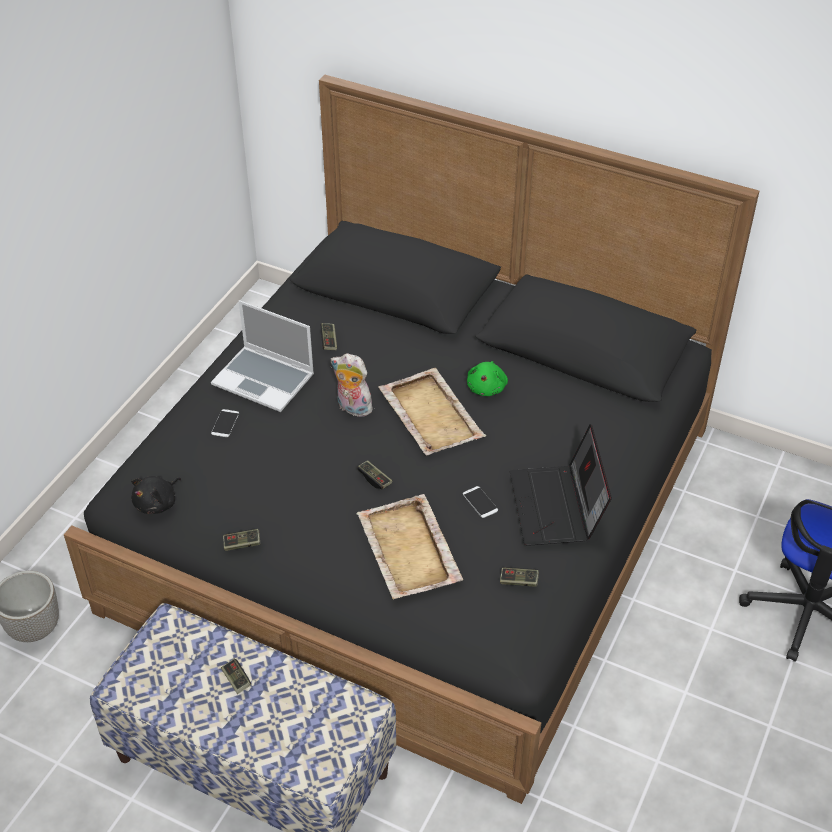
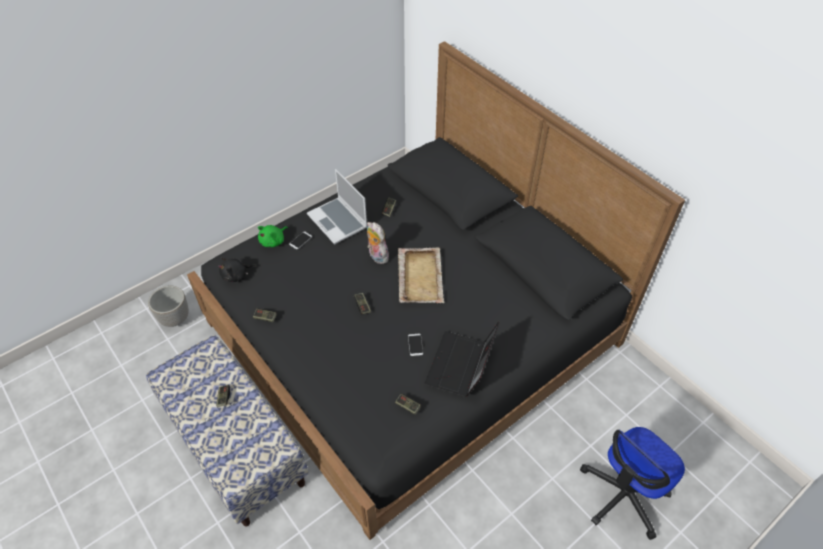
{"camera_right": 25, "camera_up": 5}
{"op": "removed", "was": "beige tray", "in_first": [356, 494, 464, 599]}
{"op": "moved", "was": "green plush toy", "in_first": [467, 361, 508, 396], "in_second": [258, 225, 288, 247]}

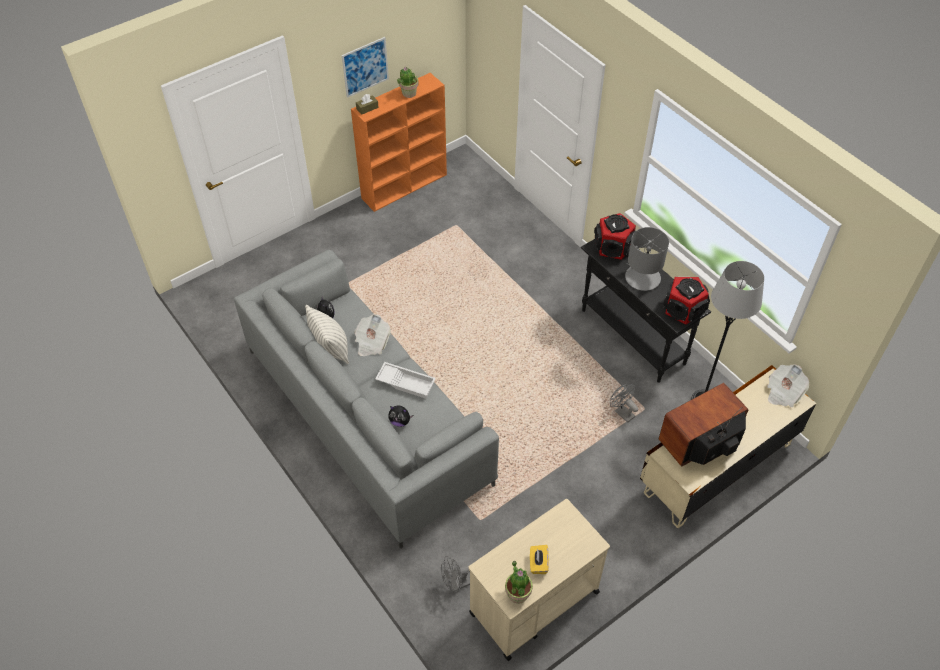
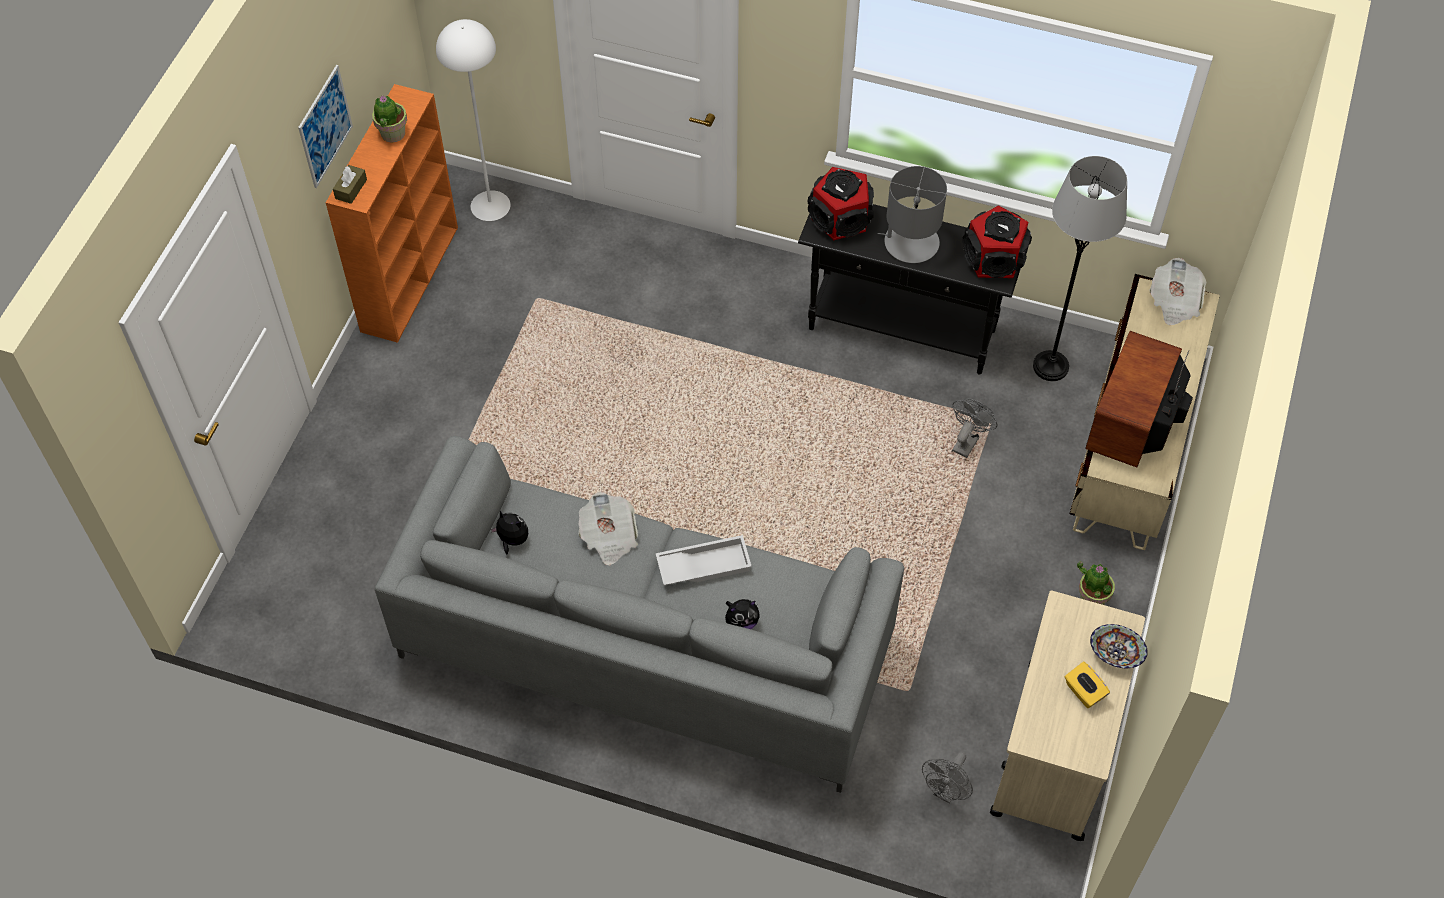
{"camera_right": -35, "camera_up": 5}
{"op": "removed", "was": "pillow", "in_first": [305, 305, 349, 364]}
{"op": "added", "now": "white floor lamp", "in_second": [436, 19, 511, 221]}
{"op": "added", "now": "bowl", "in_second": [1090, 624, 1148, 668]}
{"op": "moved", "was": "potted plant", "in_first": [505, 561, 533, 604], "in_second": [1077, 561, 1115, 605]}
{"op": "turned", "was": "grey fan", "in_first": [610, 384, 638, 423], "in_second": [952, 399, 998, 458], "clockwise": 105}

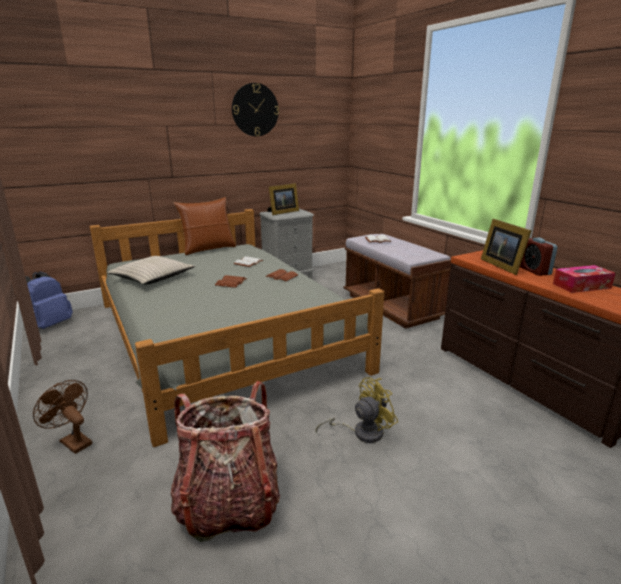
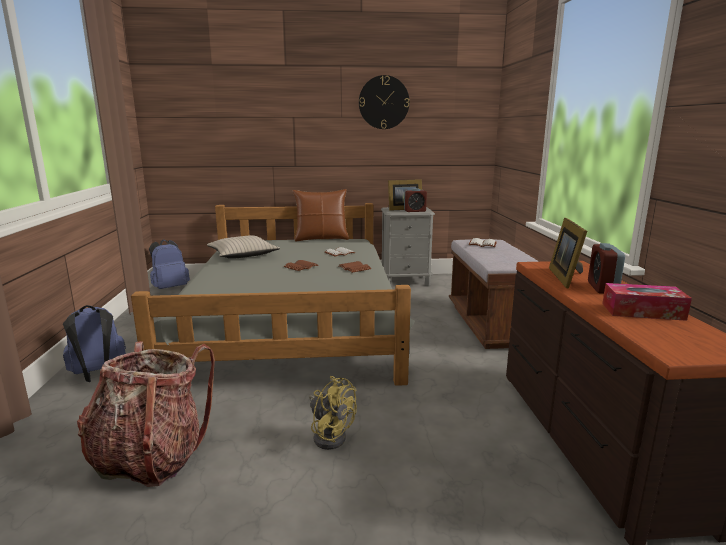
{"camera_right": 25, "camera_up": -5}
{"op": "added", "now": "alarm clock", "in_second": [404, 188, 427, 212]}
{"op": "replaced", "was": "brown fan", "now": "blue backpack", "in_first": [33, 380, 92, 454], "in_second": [63, 305, 126, 382]}
{"op": "turned", "was": "yellow fan", "in_first": [316, 377, 398, 443], "in_second": [309, 376, 357, 450], "clockwise": 45}

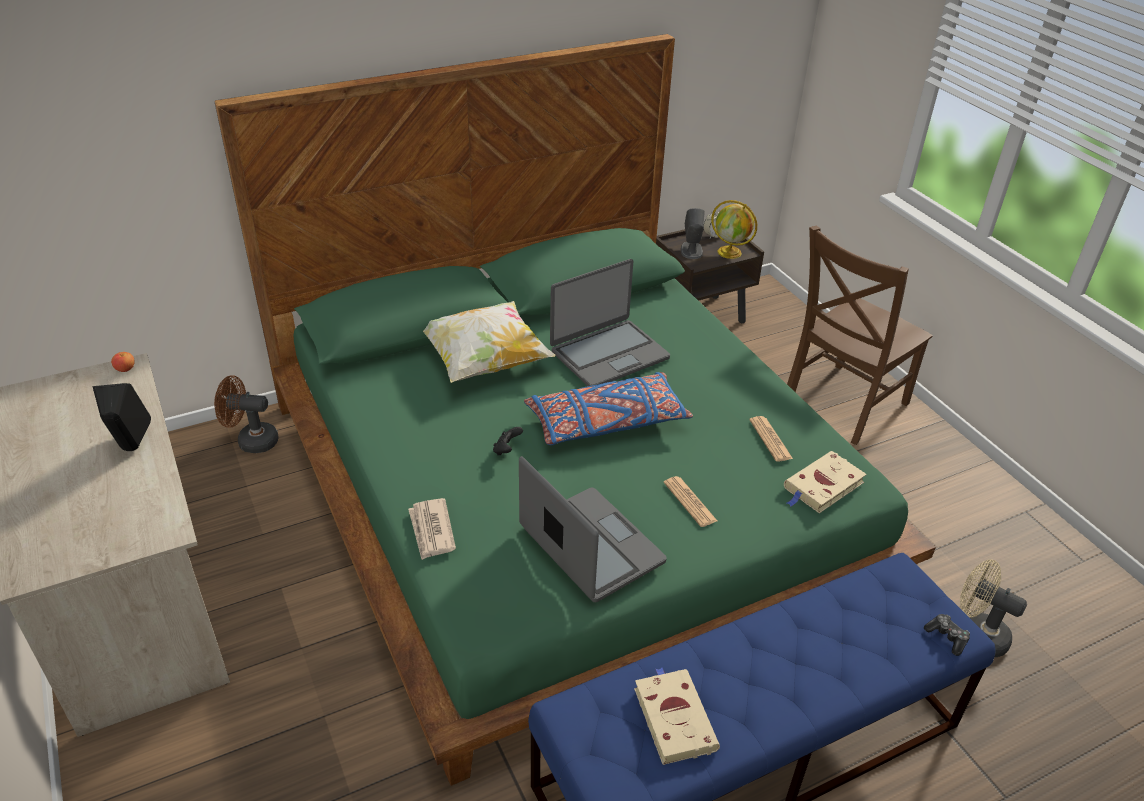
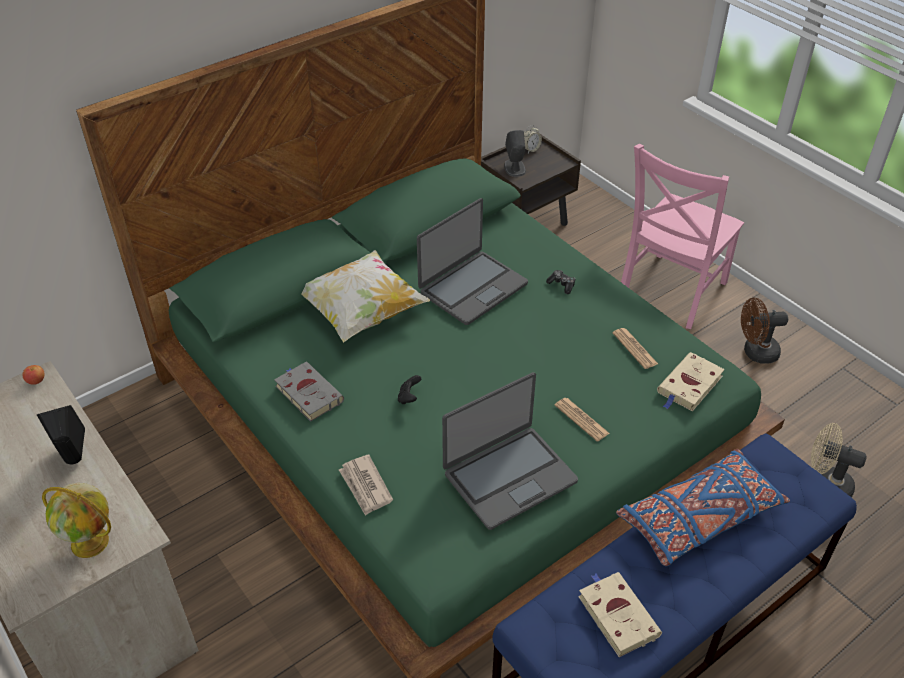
{"camera_right": -10, "camera_up": 5}
{"op": "added", "now": "grey book", "in_second": [274, 362, 344, 422]}
{"op": "moved", "was": "brown fan", "in_first": [214, 375, 279, 453], "in_second": [741, 298, 788, 364]}
{"op": "moved", "was": "blue pillow", "in_first": [524, 372, 693, 445], "in_second": [616, 449, 790, 566]}
{"op": "moved", "was": "globe", "in_first": [711, 200, 757, 259], "in_second": [42, 483, 111, 558]}
{"op": "moved", "was": "game controller", "in_first": [924, 614, 970, 656], "in_second": [546, 270, 575, 294]}
{"op": "recoloured", "was": "brown chair", "now": "pink chair", "in_first": [787, 225, 933, 445], "in_second": [621, 144, 744, 329]}
{"op": "turned", "was": "laptop", "in_first": [519, 456, 667, 602], "in_second": [442, 372, 578, 530], "clockwise": 105}

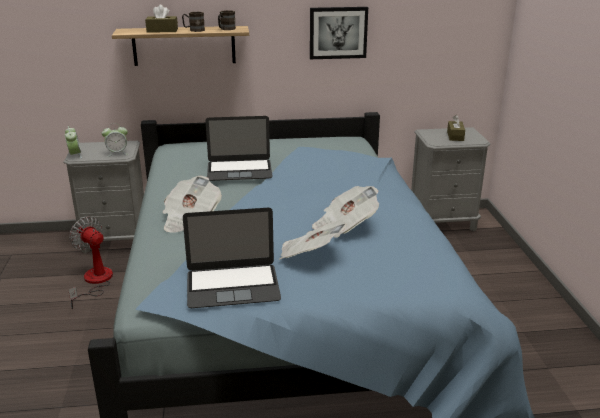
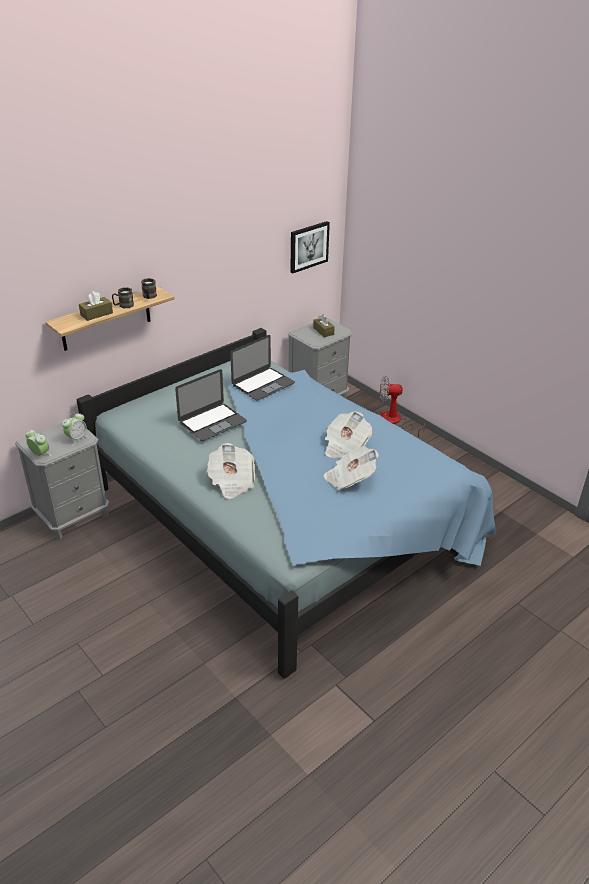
{"camera_right": -35, "camera_up": 10}
{"op": "moved", "was": "fan", "in_first": [69, 216, 113, 309], "in_second": [380, 376, 425, 438]}
{"op": "moved", "was": "laptop", "in_first": [183, 208, 281, 308], "in_second": [230, 335, 295, 401]}
{"op": "moved", "was": "picture", "in_first": [310, 7, 368, 59], "in_second": [290, 221, 330, 273]}

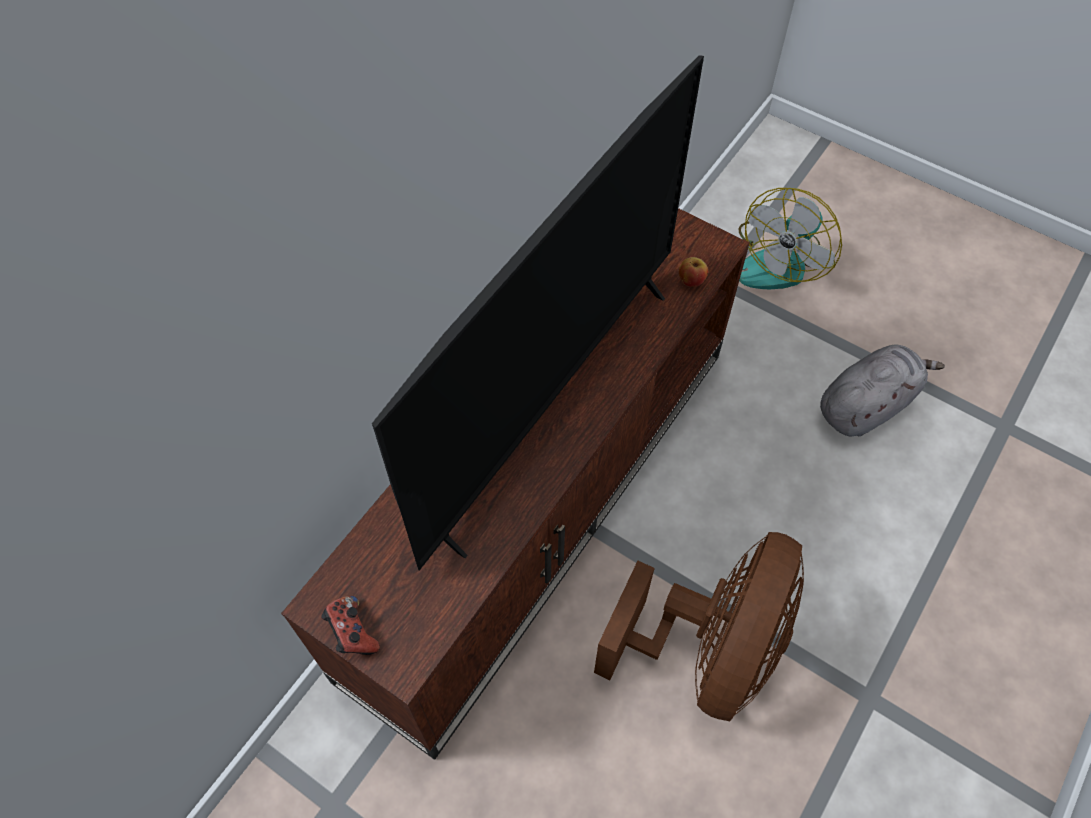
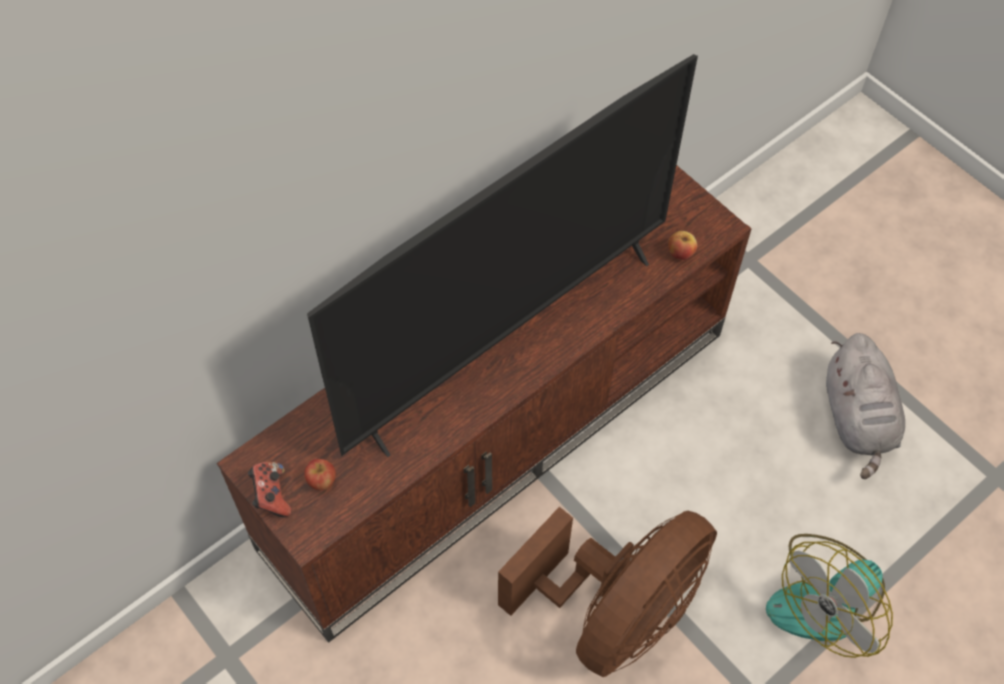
{"camera_right": 15, "camera_up": 0}
{"op": "added", "now": "apple", "in_second": [304, 459, 336, 490]}
{"op": "moved", "was": "fan", "in_first": [738, 188, 842, 289], "in_second": [766, 534, 893, 658]}
{"op": "turned", "was": "grey plush toy", "in_first": [820, 344, 945, 436], "in_second": [826, 333, 905, 479], "clockwise": 105}

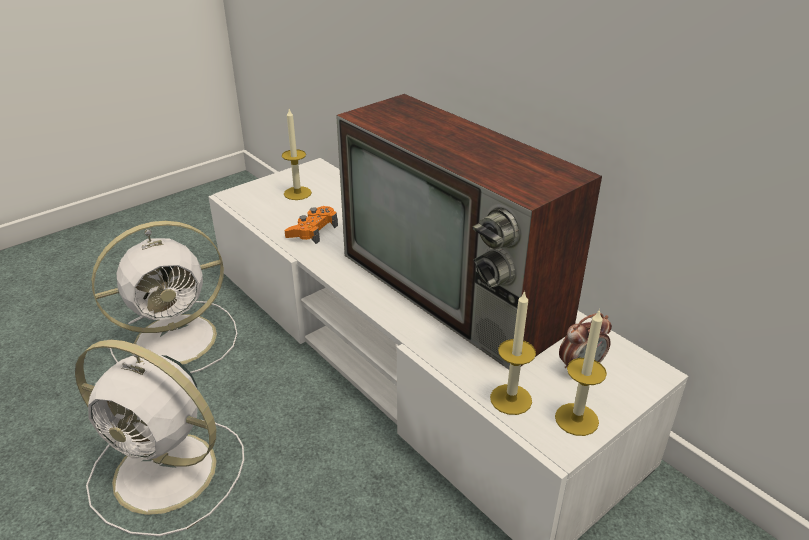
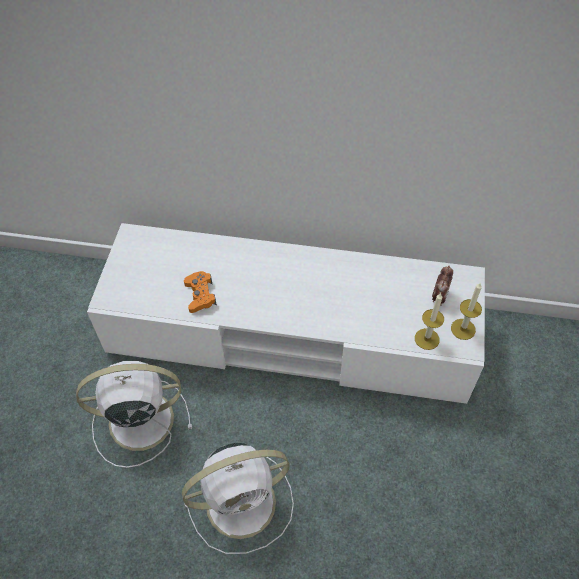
{"camera_right": -40, "camera_up": 20}
{"op": "removed", "was": "candle", "in_first": [282, 109, 312, 200]}
{"op": "removed", "was": "television", "in_first": [336, 94, 602, 370]}
{"op": "turned", "was": "white fan", "in_first": [91, 221, 237, 373], "in_second": [76, 361, 192, 468], "clockwise": -120}

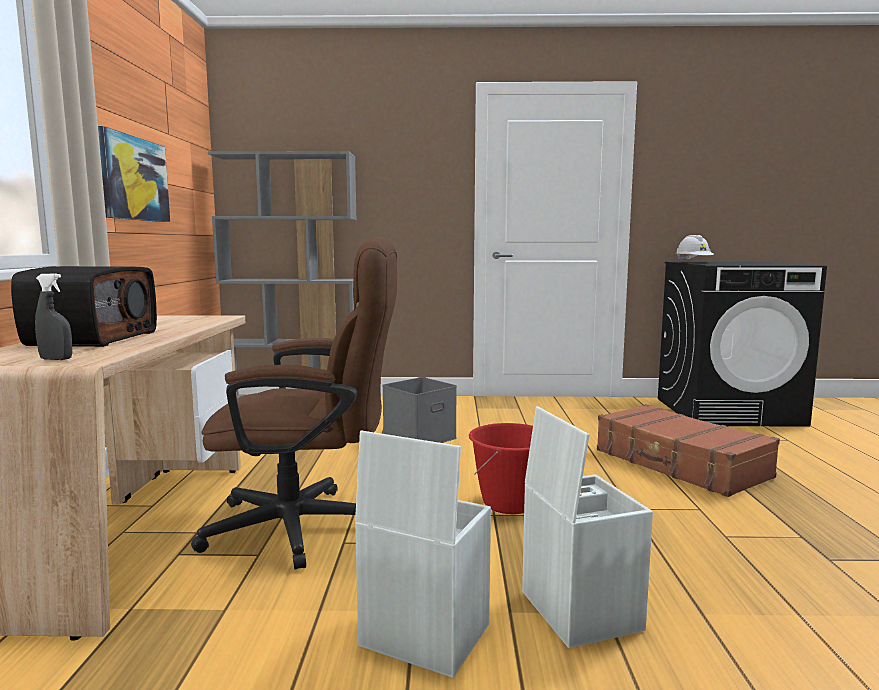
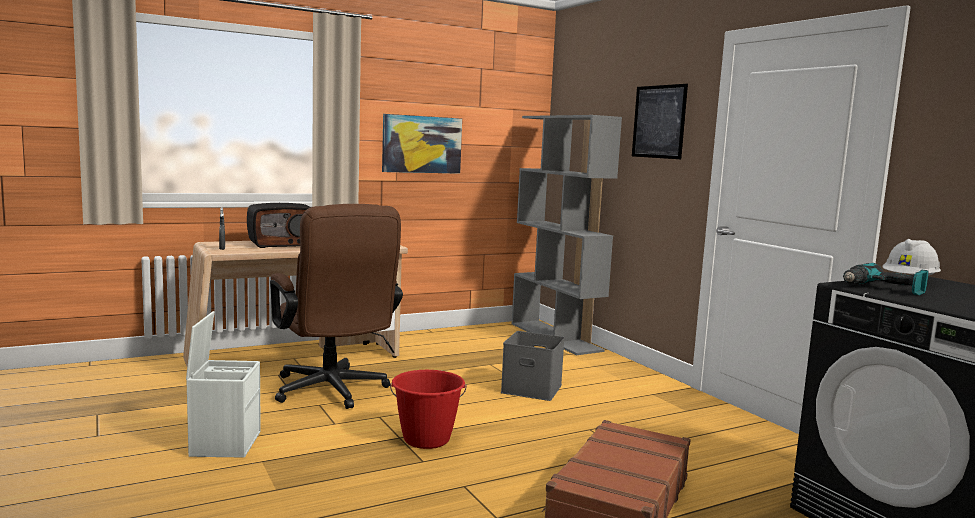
{"camera_right": 60, "camera_up": 0}
{"op": "removed", "was": "white storage box", "in_first": [522, 406, 653, 648]}
{"op": "added", "now": "picture", "in_second": [632, 84, 688, 159]}
{"op": "added", "now": "power drill", "in_second": [843, 263, 929, 295]}

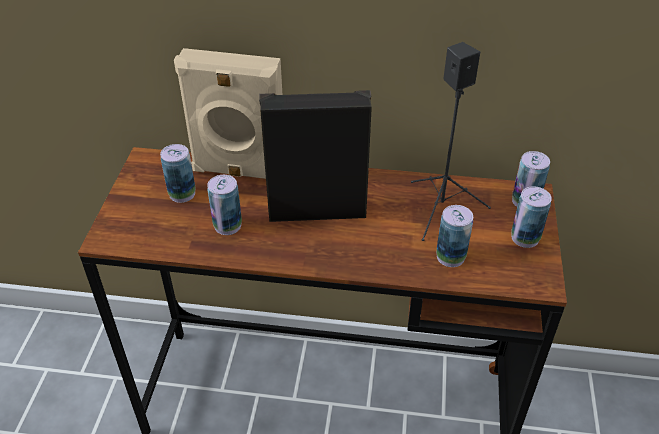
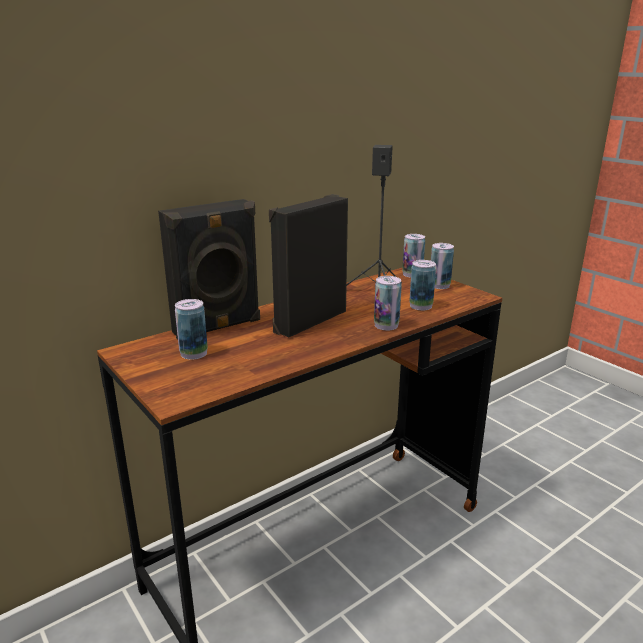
{"camera_right": -45, "camera_up": -20}
{"op": "moved", "was": "can", "in_first": [207, 175, 242, 235], "in_second": [374, 276, 402, 330]}
{"op": "recoloured", "was": "beige speaker", "now": "black speaker", "in_first": [174, 48, 282, 179], "in_second": [158, 199, 260, 339]}

